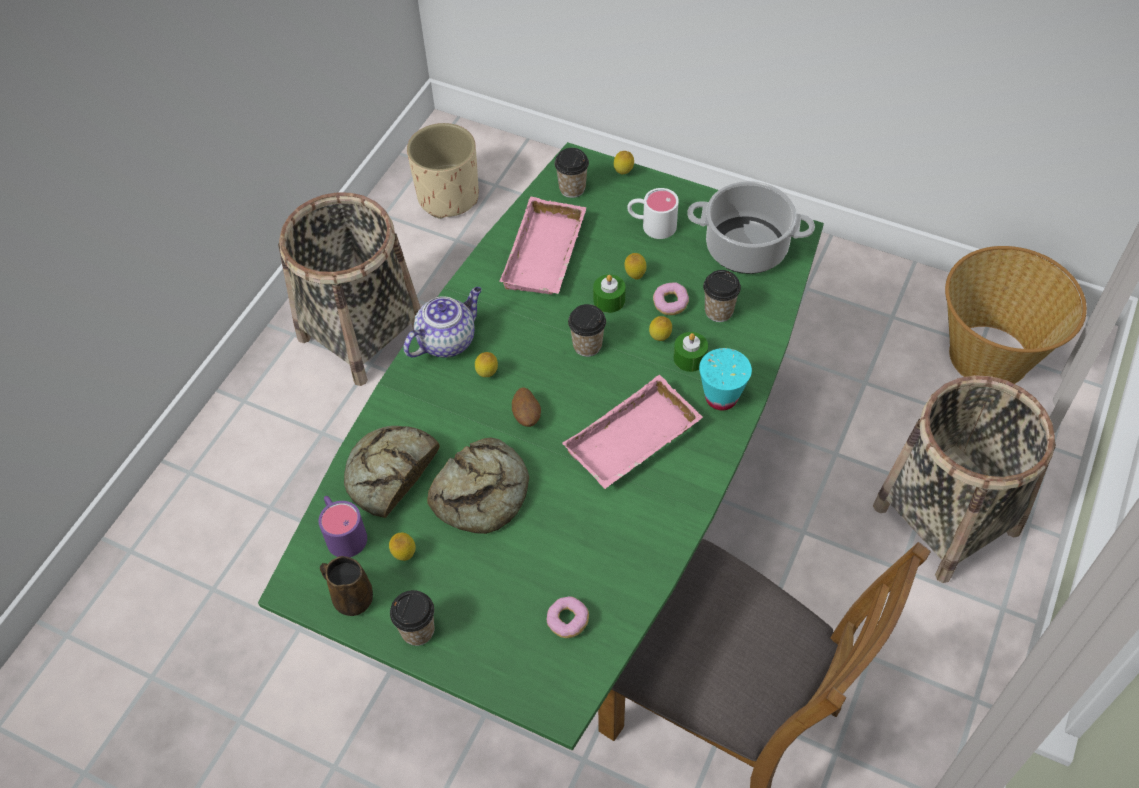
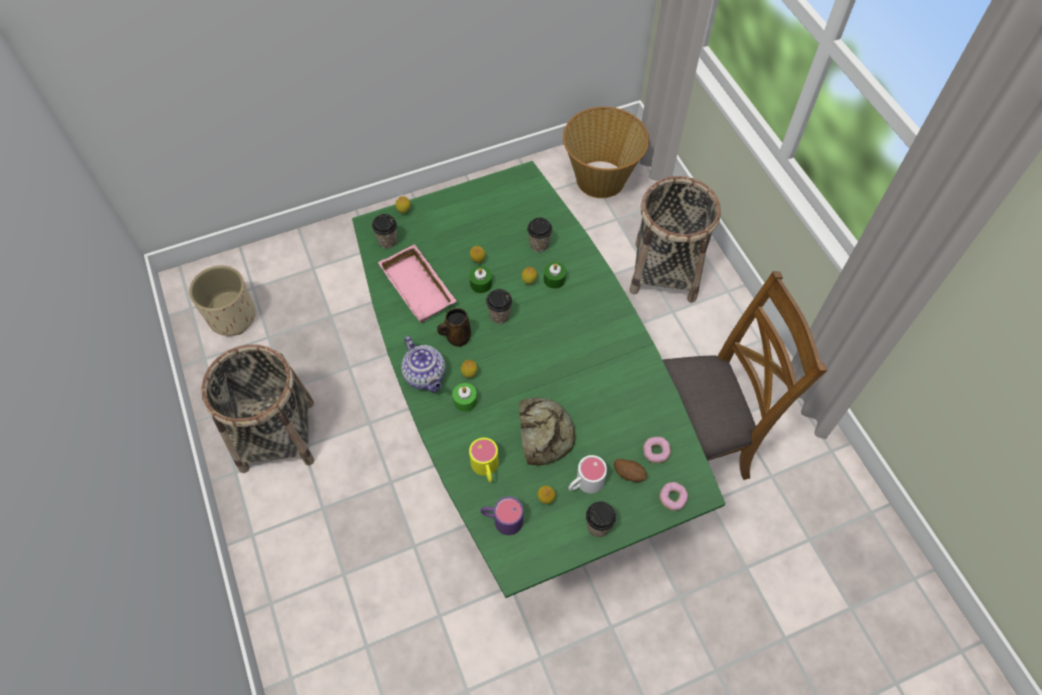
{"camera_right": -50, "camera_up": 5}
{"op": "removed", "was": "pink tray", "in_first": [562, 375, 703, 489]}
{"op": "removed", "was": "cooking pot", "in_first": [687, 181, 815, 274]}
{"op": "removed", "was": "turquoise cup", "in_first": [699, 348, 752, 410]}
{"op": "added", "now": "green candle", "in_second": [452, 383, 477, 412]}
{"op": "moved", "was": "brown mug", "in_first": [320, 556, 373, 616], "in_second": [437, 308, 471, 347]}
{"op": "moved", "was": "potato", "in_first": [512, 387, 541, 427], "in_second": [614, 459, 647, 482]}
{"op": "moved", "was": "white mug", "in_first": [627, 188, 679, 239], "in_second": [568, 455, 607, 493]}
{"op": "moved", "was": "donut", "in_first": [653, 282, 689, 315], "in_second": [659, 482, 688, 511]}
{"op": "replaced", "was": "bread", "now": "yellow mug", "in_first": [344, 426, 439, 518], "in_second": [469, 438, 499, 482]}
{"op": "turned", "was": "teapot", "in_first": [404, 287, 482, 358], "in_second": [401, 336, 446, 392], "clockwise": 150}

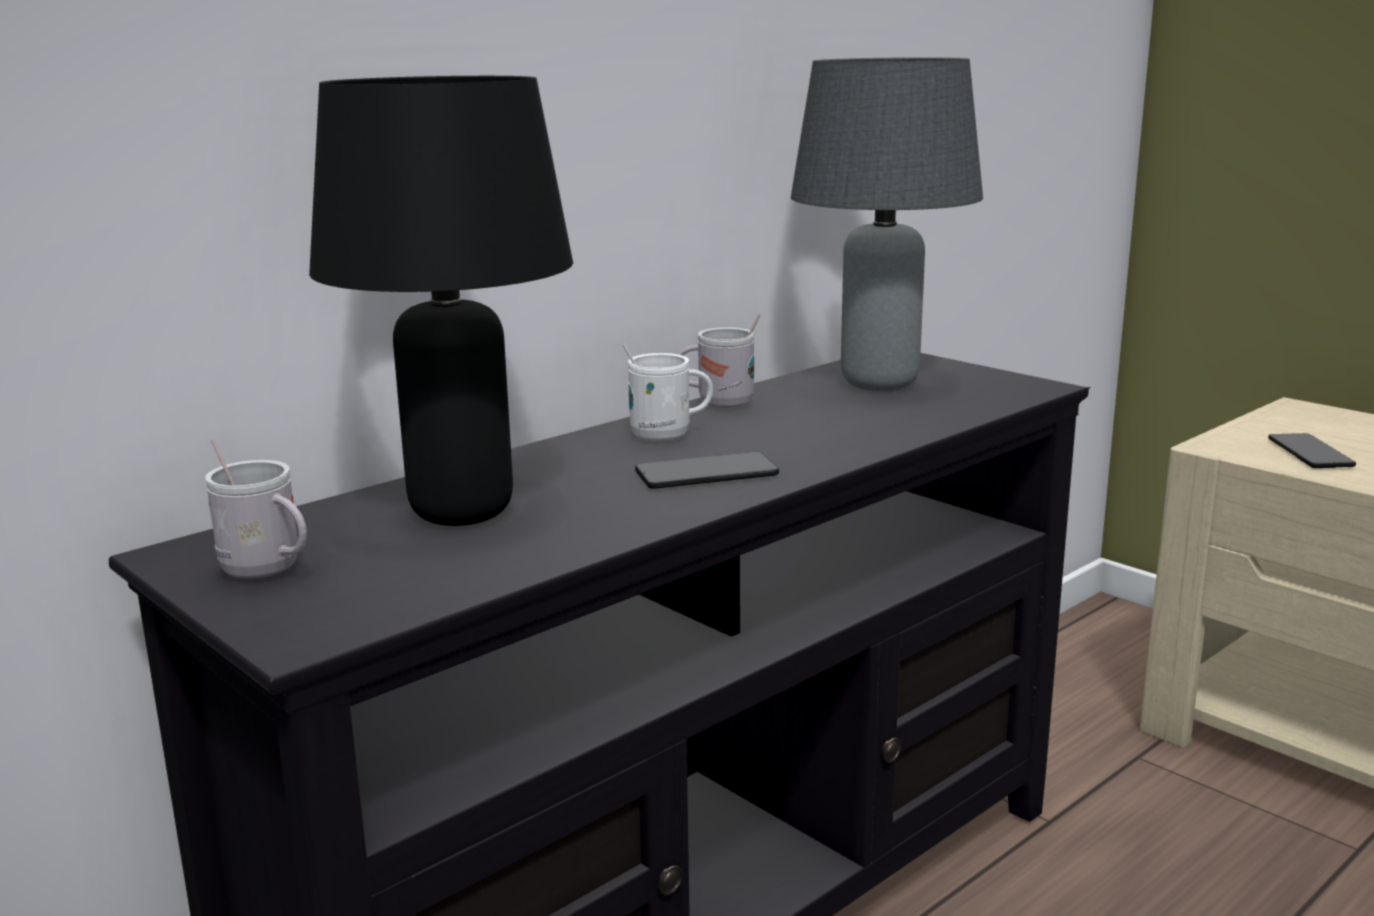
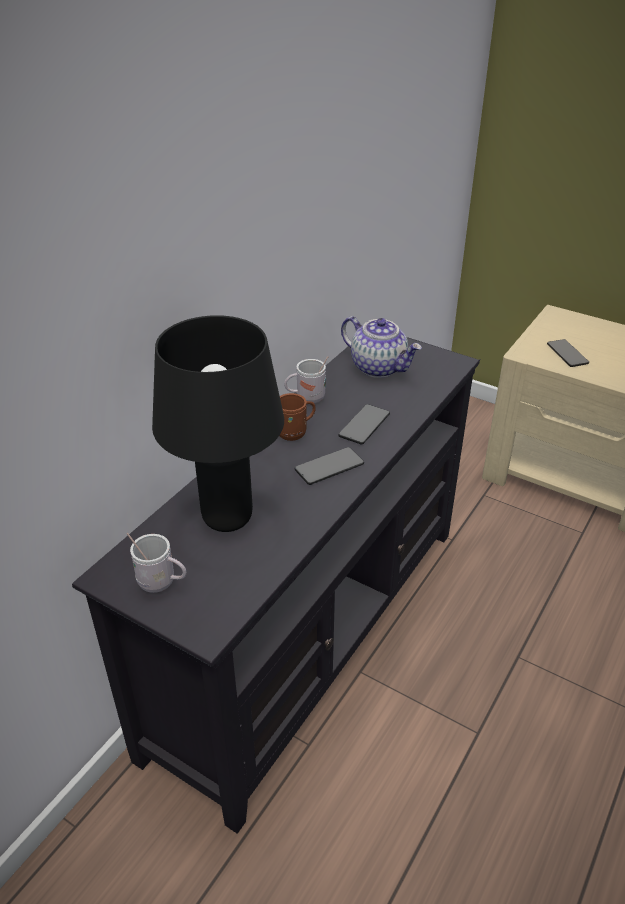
{"camera_right": -15, "camera_up": 20}
{"op": "added", "now": "phone", "in_second": [338, 404, 390, 444]}
{"op": "replaced", "was": "grey table lamp", "now": "teapot", "in_first": [791, 57, 983, 391], "in_second": [341, 316, 422, 378]}
{"op": "recoloured", "was": "white mug", "now": "brown mug", "in_first": [622, 343, 713, 441], "in_second": [279, 393, 316, 441]}

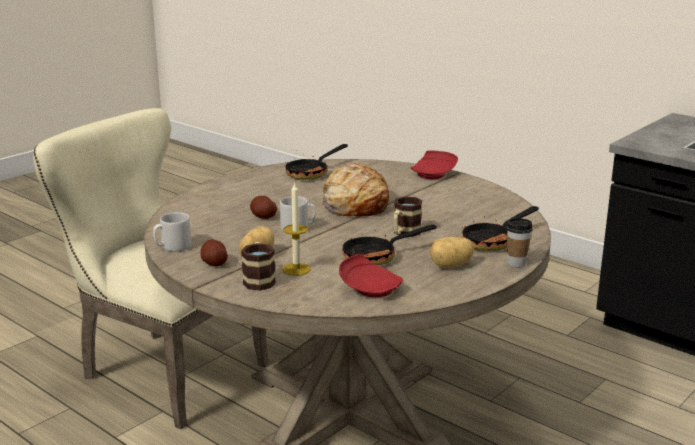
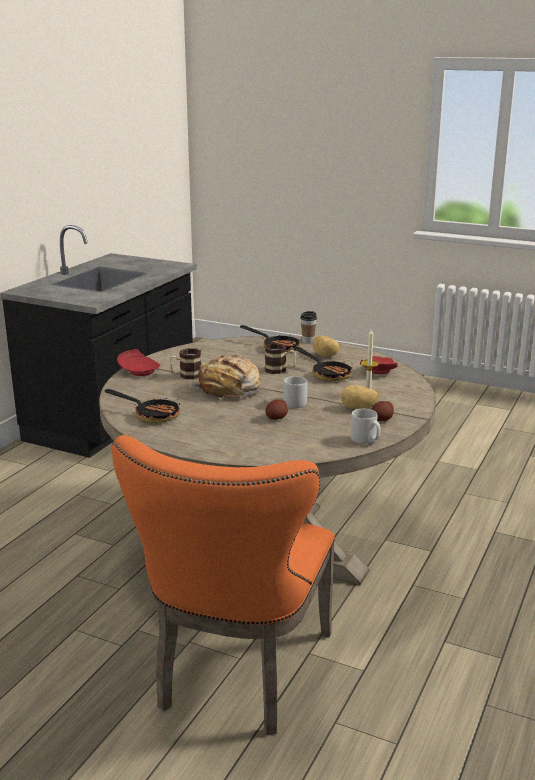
{"camera_right": -105, "camera_up": 0}
{"op": "moved", "was": "mug", "in_first": [241, 242, 276, 291], "in_second": [169, 348, 201, 379]}
{"op": "recoloured", "was": "beige chair", "now": "orange chair", "in_first": [33, 108, 269, 429], "in_second": [112, 435, 335, 735]}

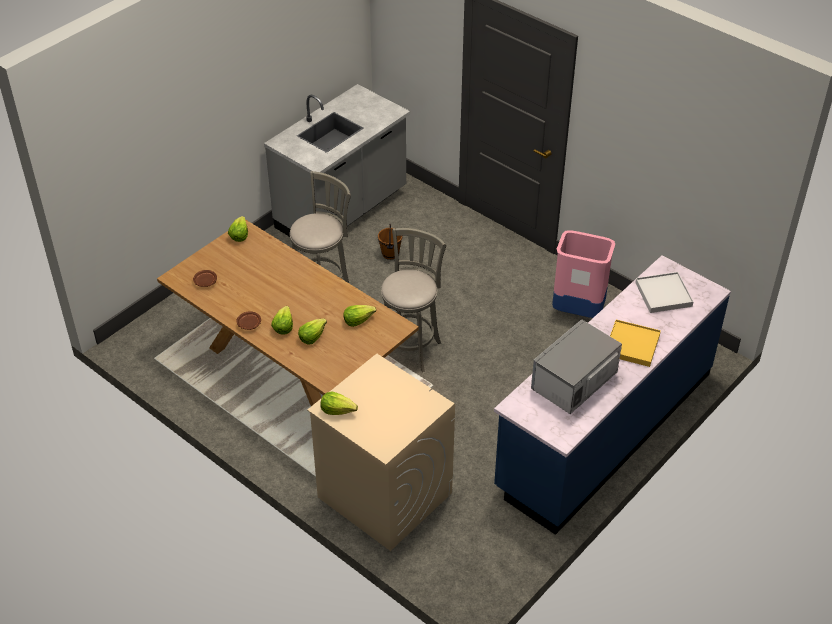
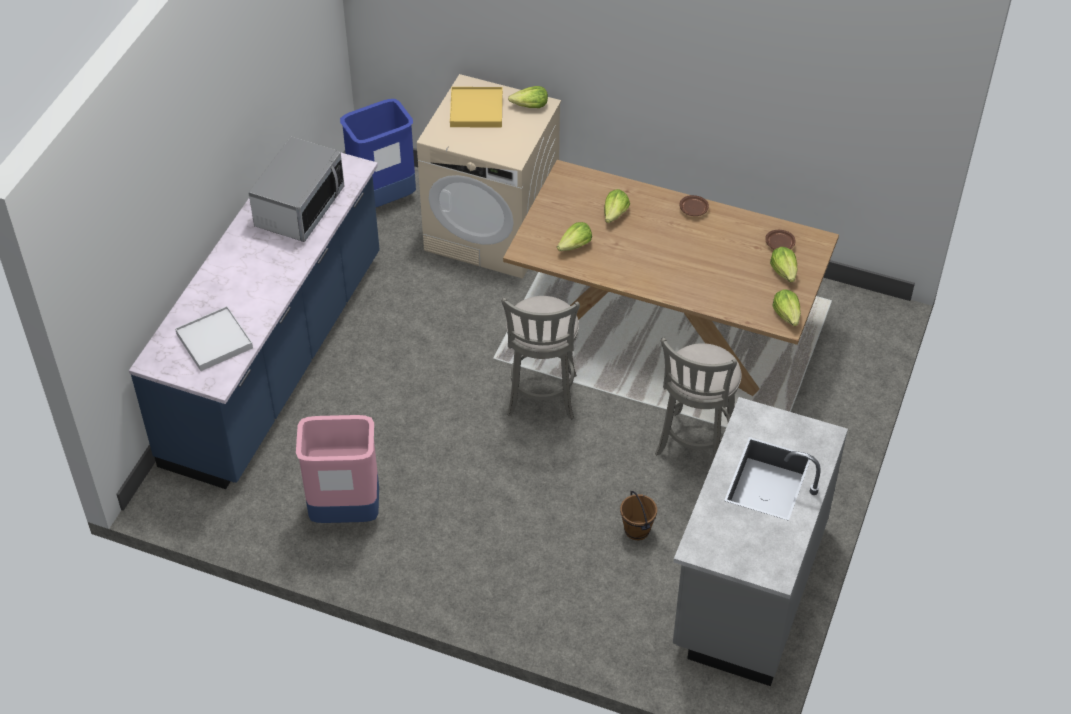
{"camera_right": 160, "camera_up": 5}
{"op": "added", "now": "blue trash can", "in_second": [340, 99, 416, 207]}
{"op": "moved", "was": "lettuce", "in_first": [271, 306, 293, 335], "in_second": [770, 247, 798, 282]}
{"op": "moved", "was": "yellow tray", "in_first": [610, 319, 661, 367], "in_second": [450, 87, 503, 127]}

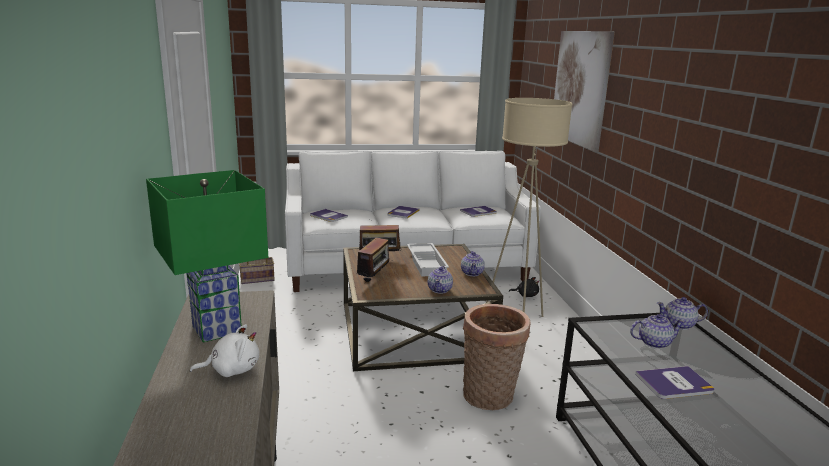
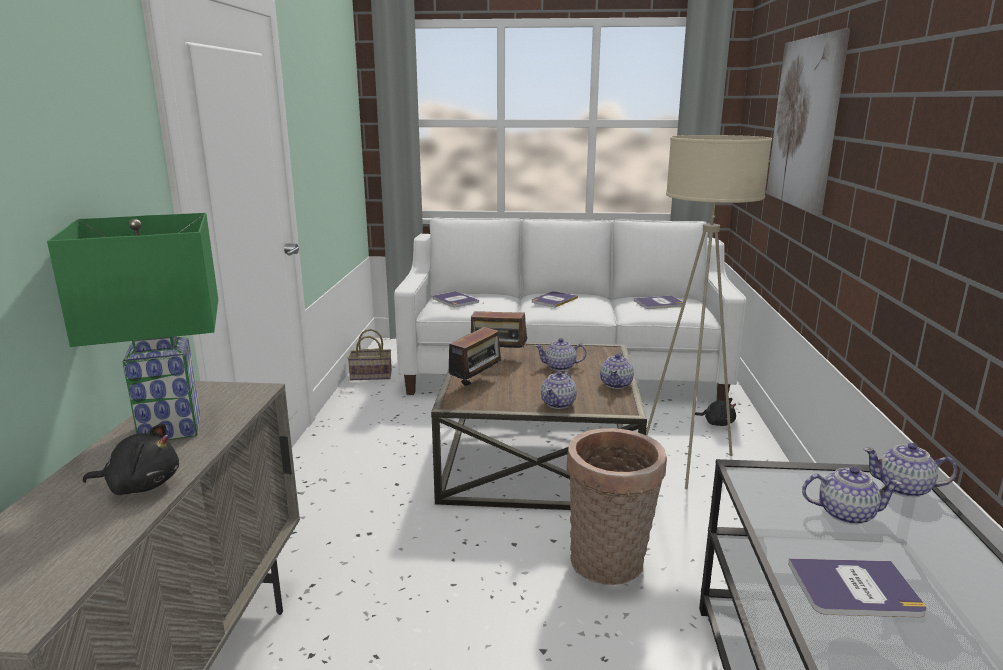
{"camera_right": 15, "camera_up": 0}
{"op": "replaced", "was": "white tray", "now": "teapot", "in_first": [407, 243, 449, 277], "in_second": [535, 338, 587, 371]}
{"op": "recoloured", "was": "white plush toy", "now": "black plush toy", "in_first": [190, 324, 259, 377], "in_second": [83, 423, 179, 495]}

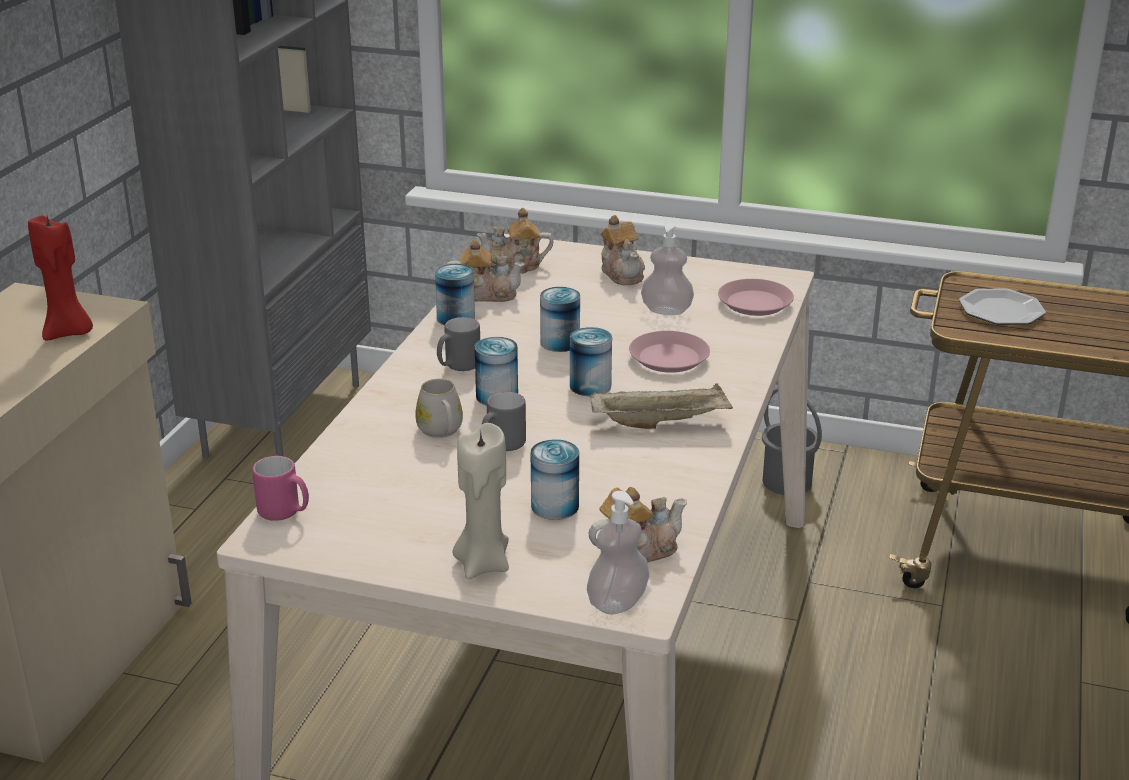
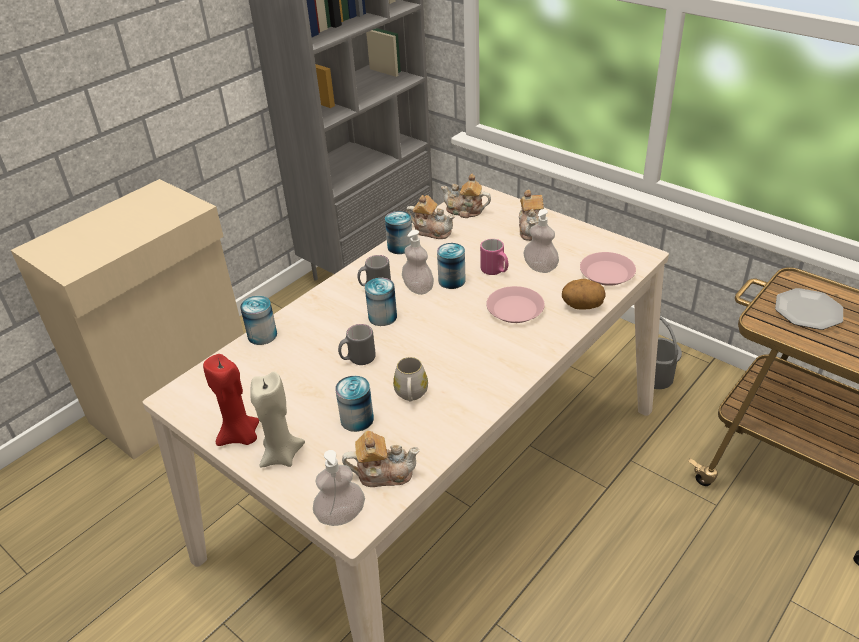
{"camera_right": 25, "camera_up": 10}
{"op": "removed", "was": "beige tray", "in_first": [590, 383, 733, 429]}
{"op": "added", "now": "soap dispenser", "in_second": [402, 230, 434, 295]}
{"op": "added", "now": "potato", "in_second": [562, 279, 606, 309]}
{"op": "moved", "was": "red candle", "in_first": [28, 215, 93, 341], "in_second": [203, 354, 259, 446]}
{"op": "moved", "was": "pink mug", "in_first": [252, 456, 309, 521], "in_second": [480, 239, 508, 275]}
{"op": "moved", "was": "white mug", "in_first": [415, 379, 463, 438], "in_second": [393, 357, 428, 401]}
{"op": "moved", "was": "can", "in_first": [570, 327, 612, 396], "in_second": [240, 296, 277, 345]}

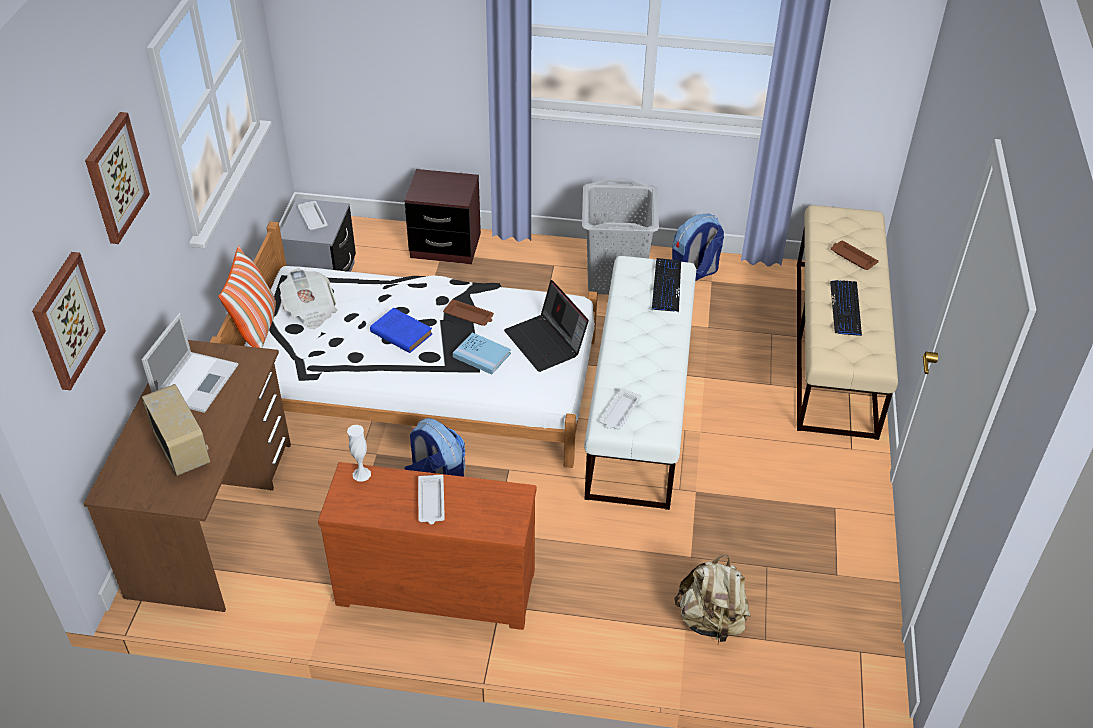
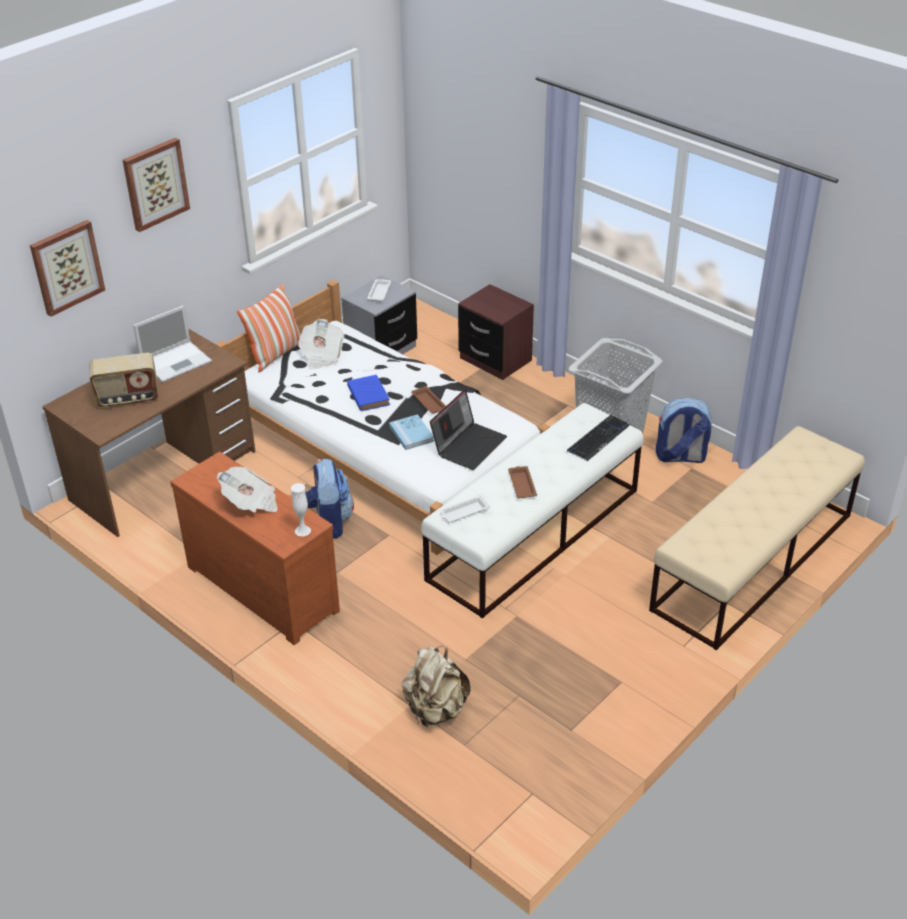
{"camera_right": 35, "camera_up": -5}
{"op": "removed", "was": "keyboard", "in_first": [830, 280, 862, 336]}
{"op": "moved", "was": "white vase", "in_first": [347, 425, 371, 482], "in_second": [291, 483, 311, 536]}
{"op": "moved", "was": "brown tray", "in_first": [831, 241, 879, 270], "in_second": [508, 466, 537, 498]}
{"op": "replaced", "was": "white tray", "now": "newspaper", "in_first": [418, 475, 445, 525], "in_second": [217, 467, 278, 513]}
{"op": "turned", "was": "radio", "in_first": [141, 384, 210, 476], "in_second": [90, 353, 158, 408], "clockwise": 75}
{"op": "turned", "was": "laptop", "in_first": [504, 280, 589, 372], "in_second": [430, 389, 507, 470], "clockwise": -150}

